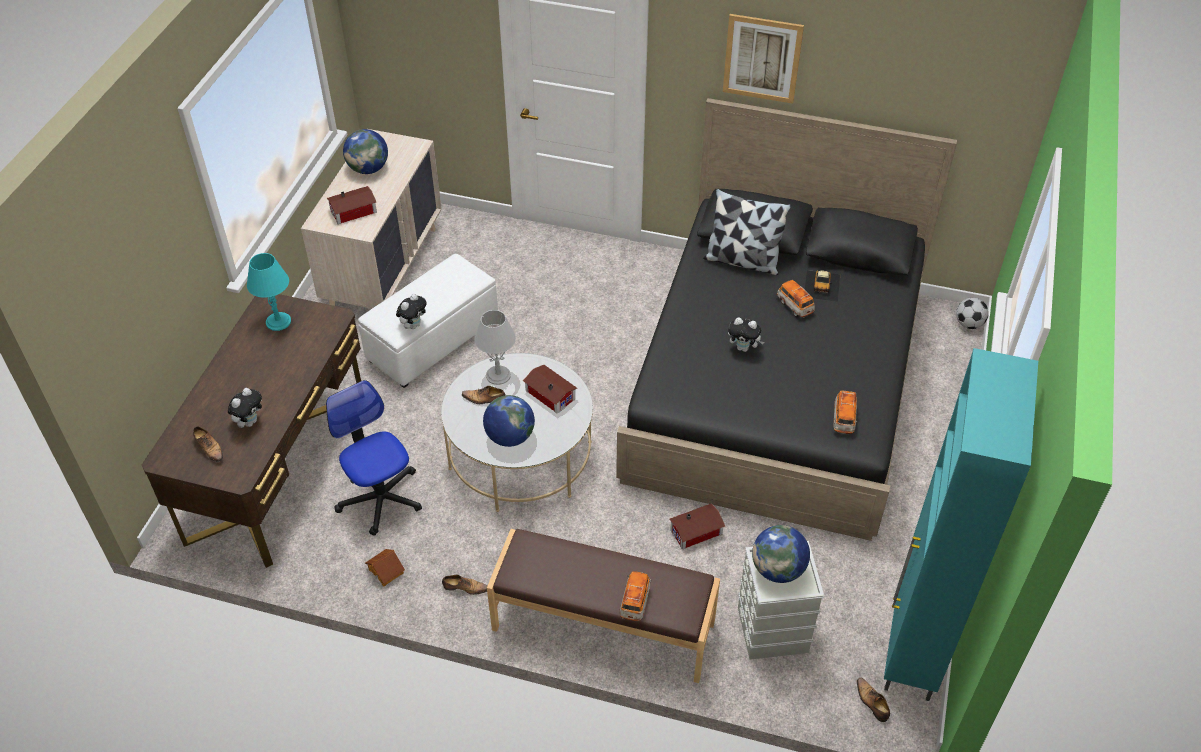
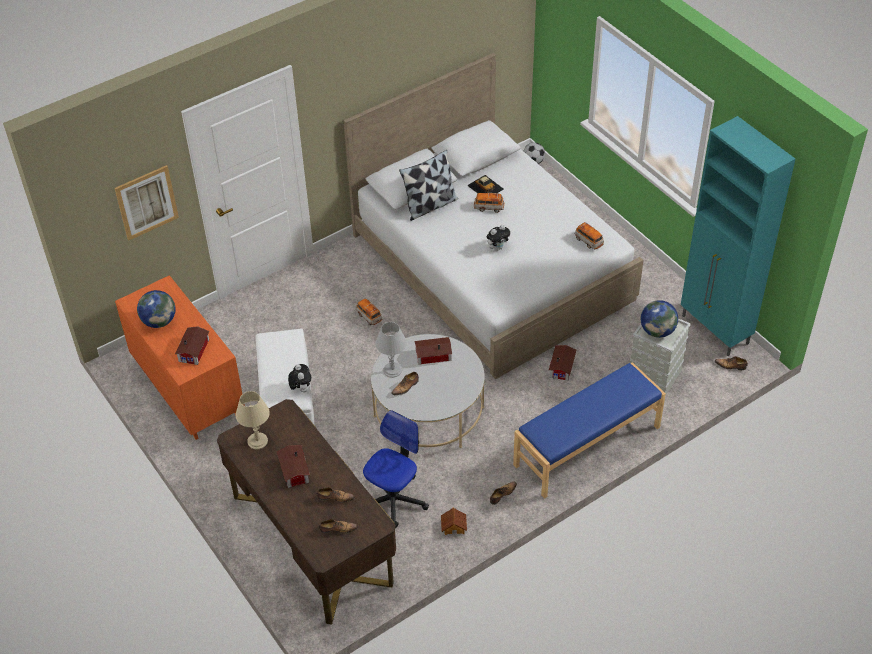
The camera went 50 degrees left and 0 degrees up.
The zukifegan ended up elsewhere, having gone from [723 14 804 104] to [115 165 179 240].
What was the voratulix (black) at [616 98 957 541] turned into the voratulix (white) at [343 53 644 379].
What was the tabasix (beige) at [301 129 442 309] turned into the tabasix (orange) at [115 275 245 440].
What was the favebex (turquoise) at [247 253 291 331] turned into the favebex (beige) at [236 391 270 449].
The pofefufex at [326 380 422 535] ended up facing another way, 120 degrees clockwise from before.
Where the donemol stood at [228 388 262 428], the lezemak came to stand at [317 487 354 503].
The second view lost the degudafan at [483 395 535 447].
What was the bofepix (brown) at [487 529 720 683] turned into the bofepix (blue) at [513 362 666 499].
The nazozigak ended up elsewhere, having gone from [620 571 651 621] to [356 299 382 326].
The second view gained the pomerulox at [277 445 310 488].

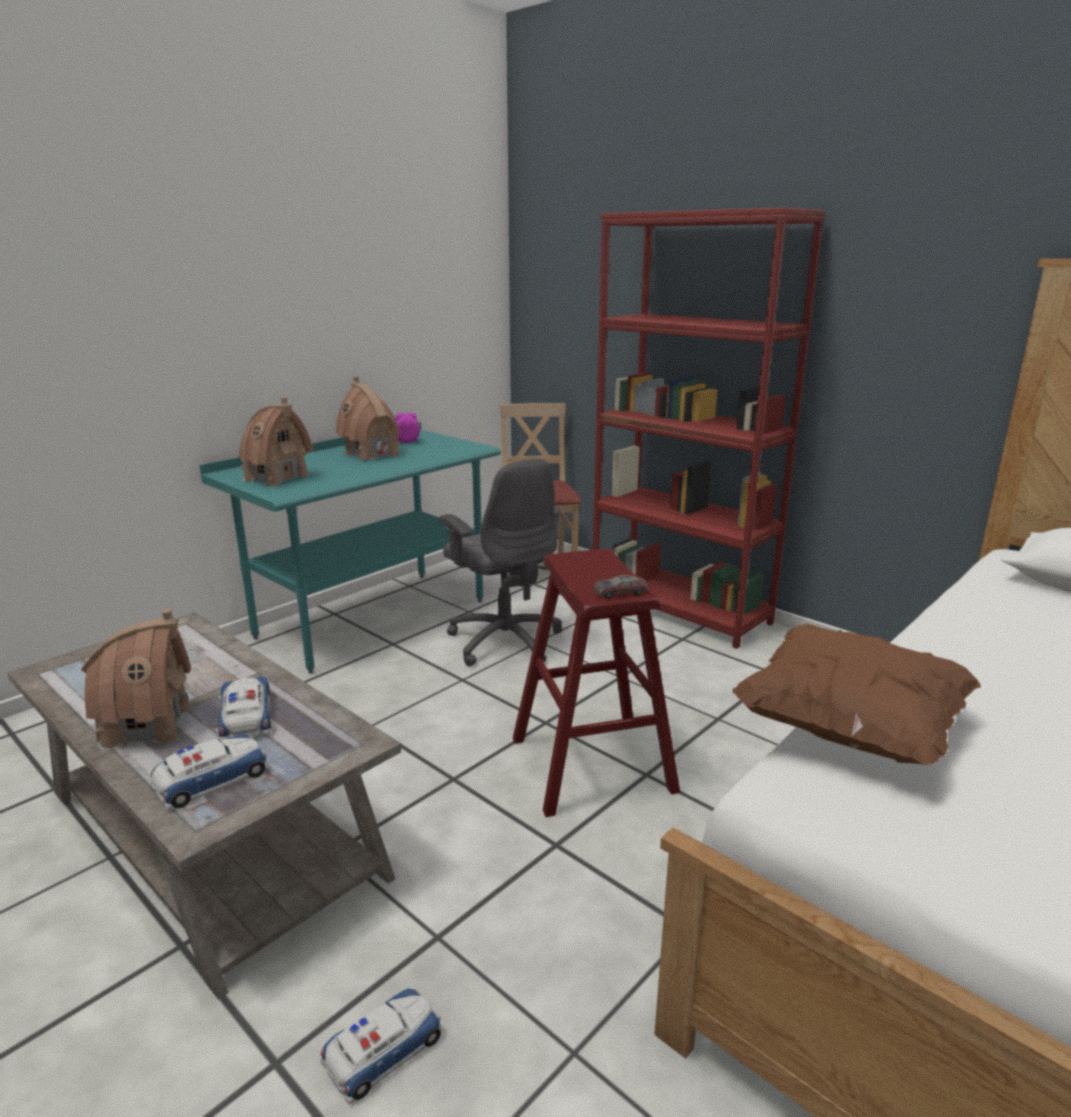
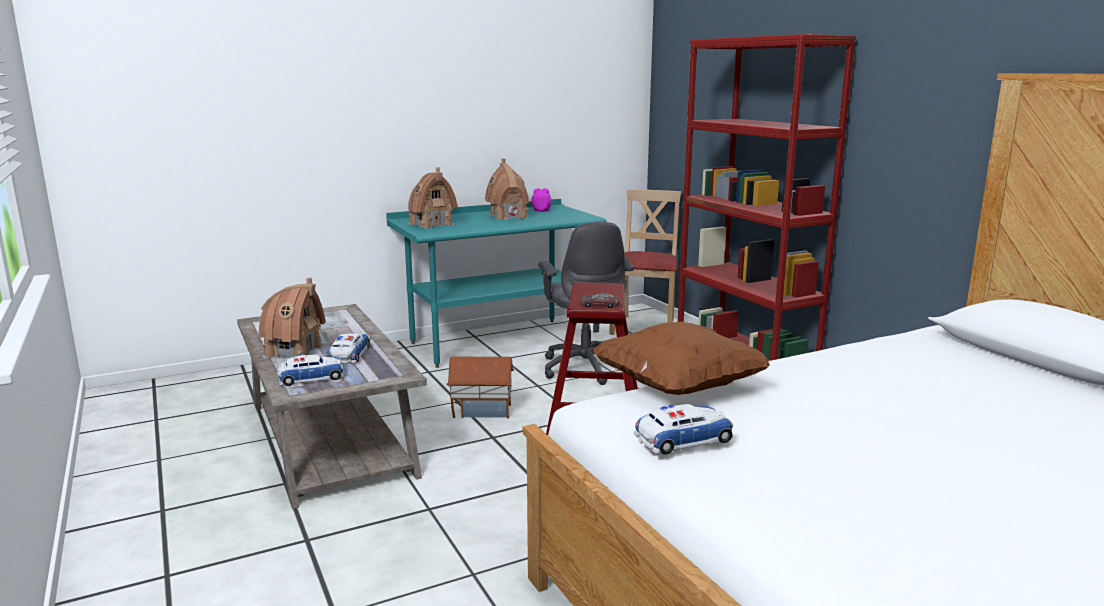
The camera went 20 degrees right and 5 degrees down.
The nazozigak ended up elsewhere, having gone from [320 988 442 1104] to [634 404 733 455].
The second view gained the pomerulox at [446 357 514 418].

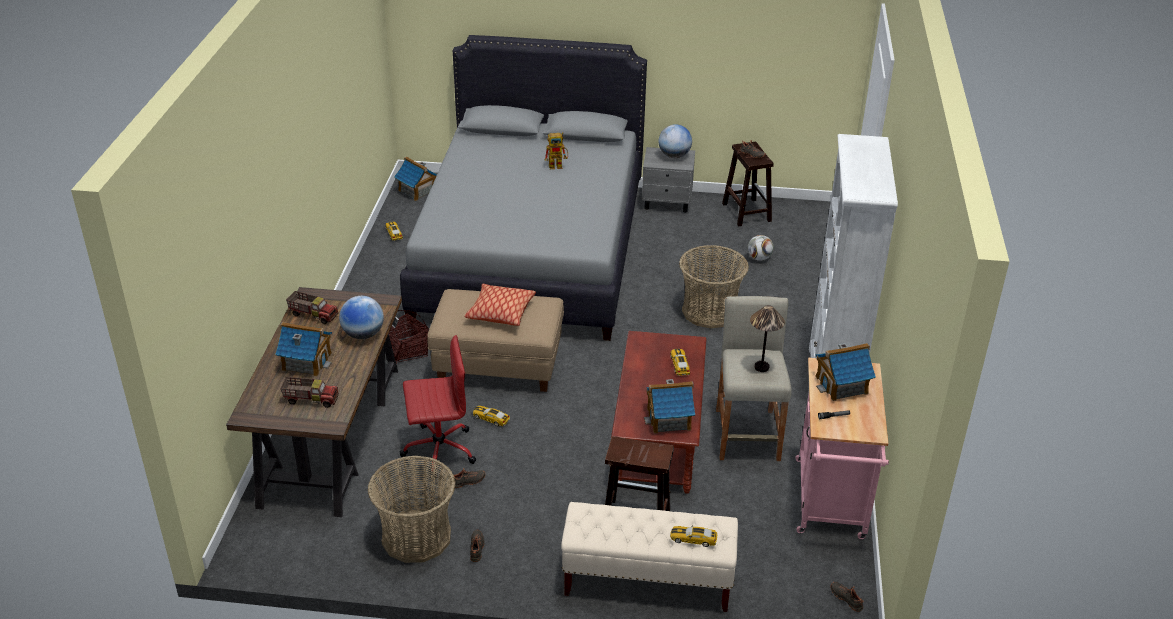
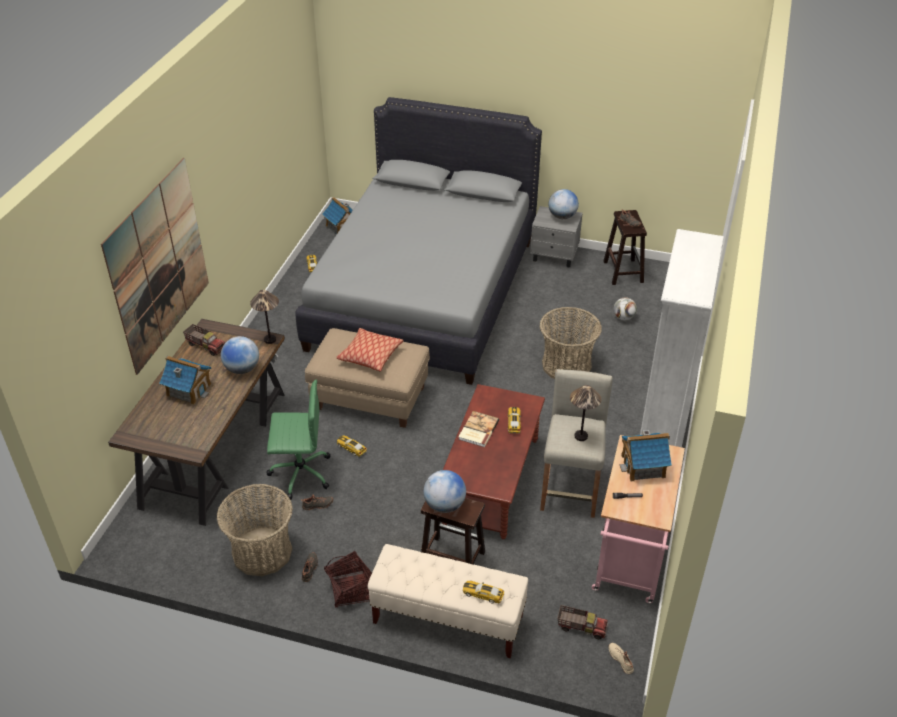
The camera went 10 degrees right and 5 degrees up.
The second view lost the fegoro at [545 132 568 169].
The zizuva ended up elsewhere, having gone from [389 310 429 364] to [324 550 372 608].
What was the pofefufex (red) at [400 335 476 479] turned into the pofefufex (green) at [266 379 330 500].
The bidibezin ended up elsewhere, having gone from [280 377 339 408] to [557 605 608 639].
The second view lost the pomerulox at [644 379 695 434].
What was the lezemak (black) at [831 582 863 612] turned into the lezemak (beige) at [608 643 634 674].
The second view gained the zukifegan at [101 158 209 375].
The second view gained the favebex at [250 290 279 344].
The second view gained the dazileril at [458 411 499 447].
The second view gained the degudafan at [424 470 466 513].

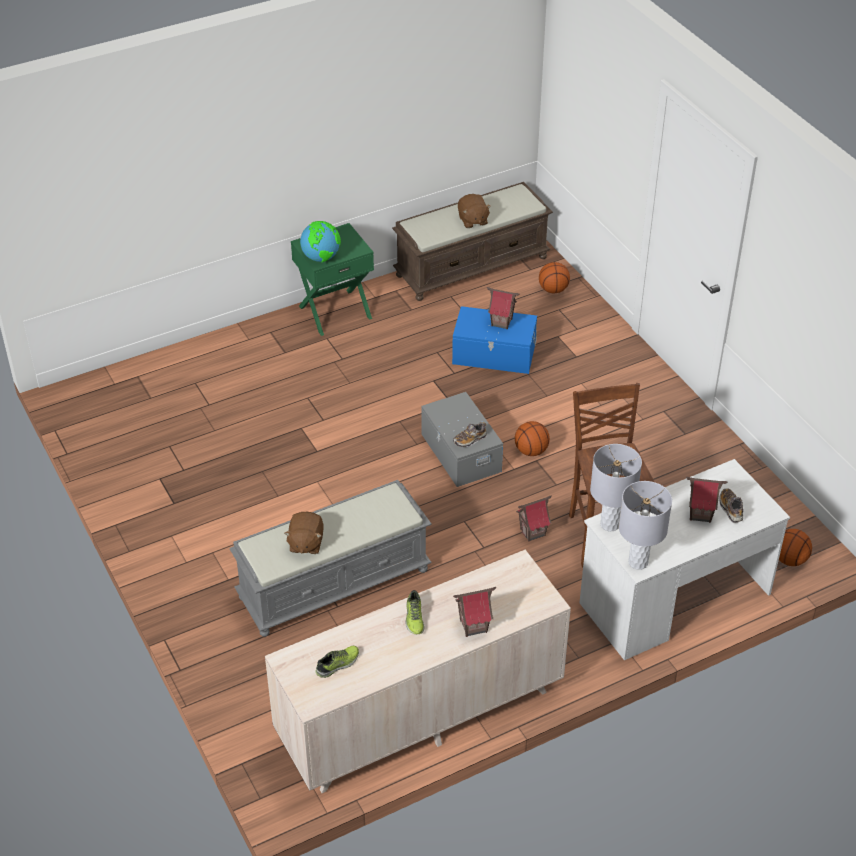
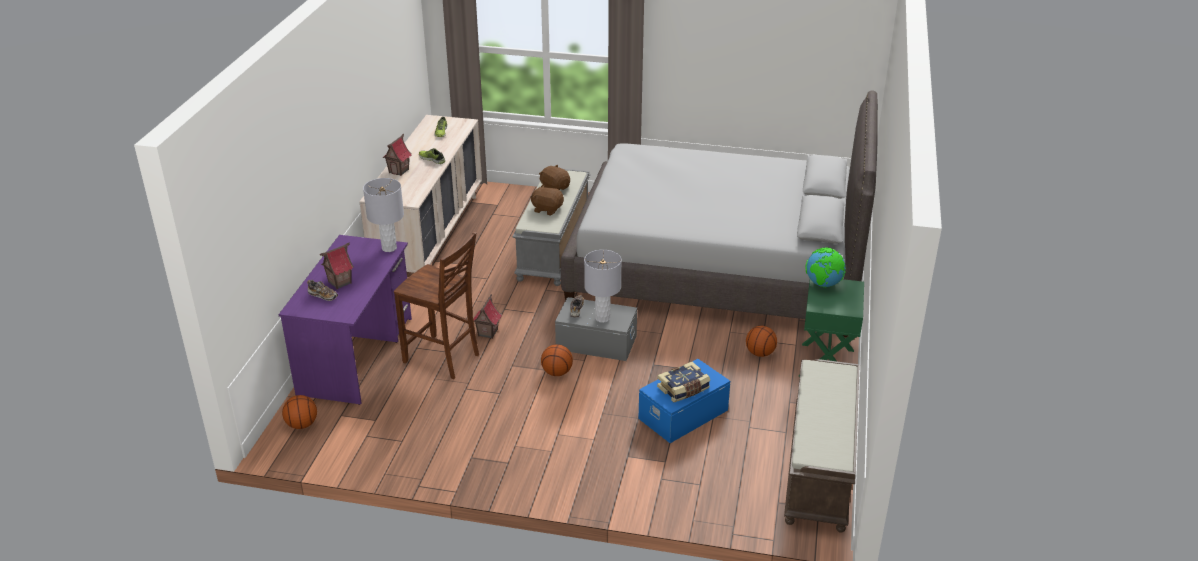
The camera went 130 degrees right and 10 degrees down.
The donemol (brown) ended up elsewhere, having gone from [458 194 491 228] to [530 186 564 216].
The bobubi ended up elsewhere, having gone from [539 262 570 293] to [746 326 777 357].
Where the pomerulox stood at [487 287 519 330], the dazileril came to stand at [657 361 710 402].
What was the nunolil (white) at [579 459 790 660] turned into the nunolil (purple) at [279 235 412 405].
The favebex (grey) ended up elsewhere, having gone from [619 481 672 570] to [584 250 622 323].
The second view gained the voratulix (grey) at [561 91 878 338].

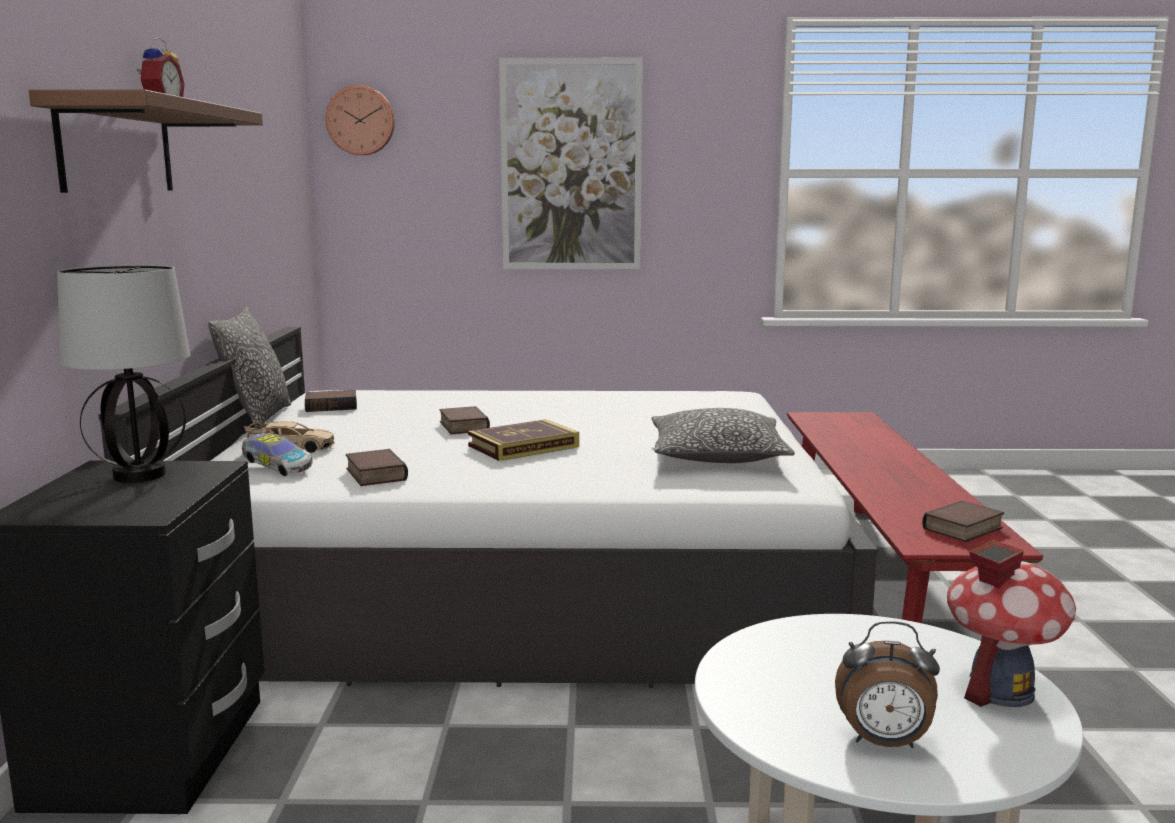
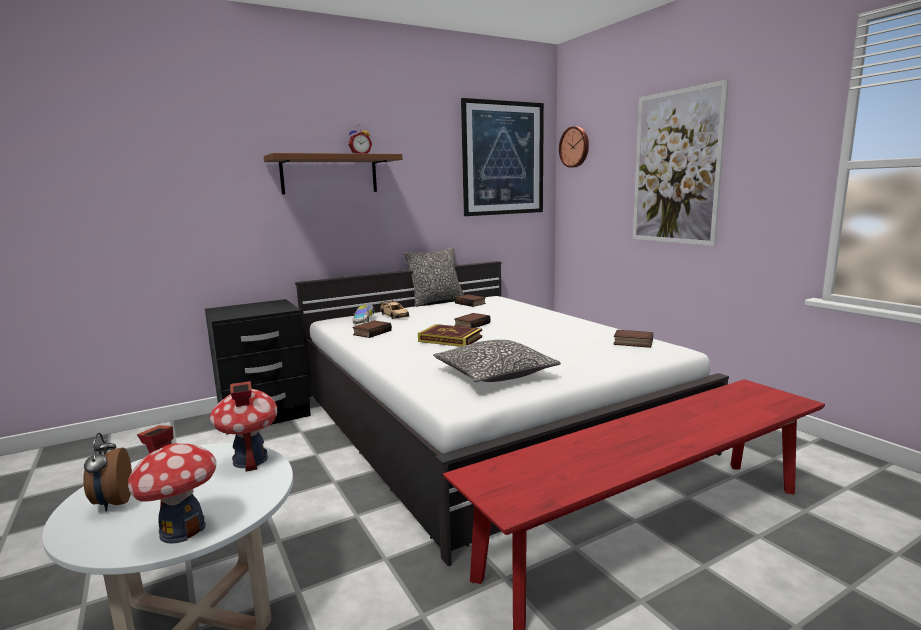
The camera went 60 degrees right and 0 degrees up.
The second view lost the favebex at [57 265 190 483].
The dazileril ended up elsewhere, having gone from [922 501 1004 542] to [613 330 653 348].
The second view gained the zukifegan at [461 98 544 216].
The second view gained the pomerulox at [210 381 277 472].

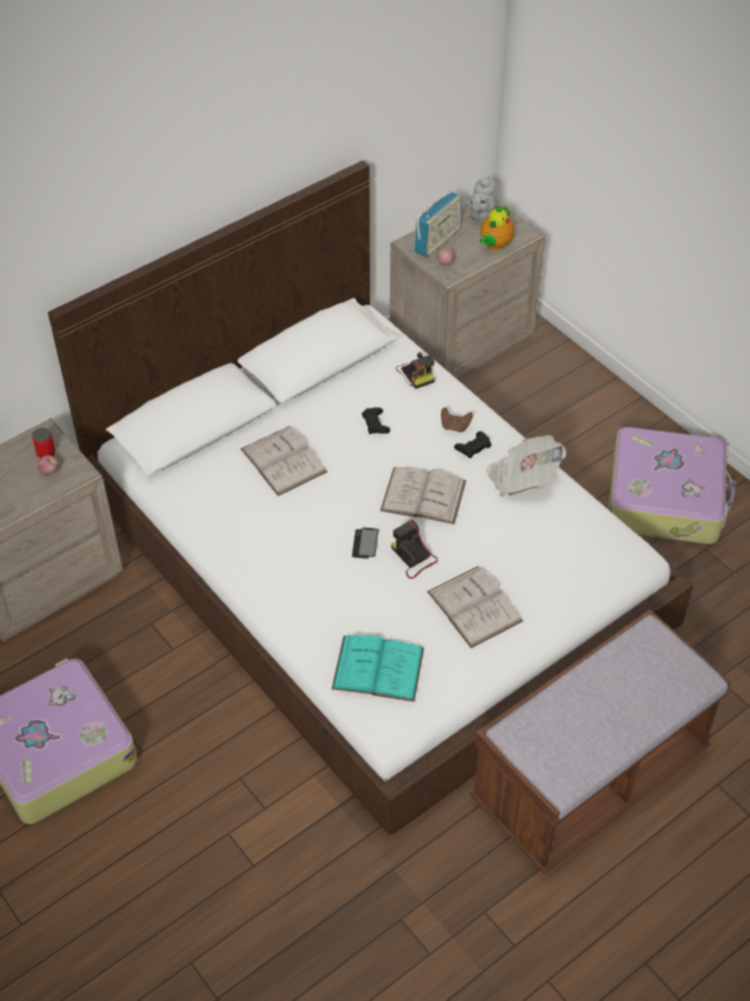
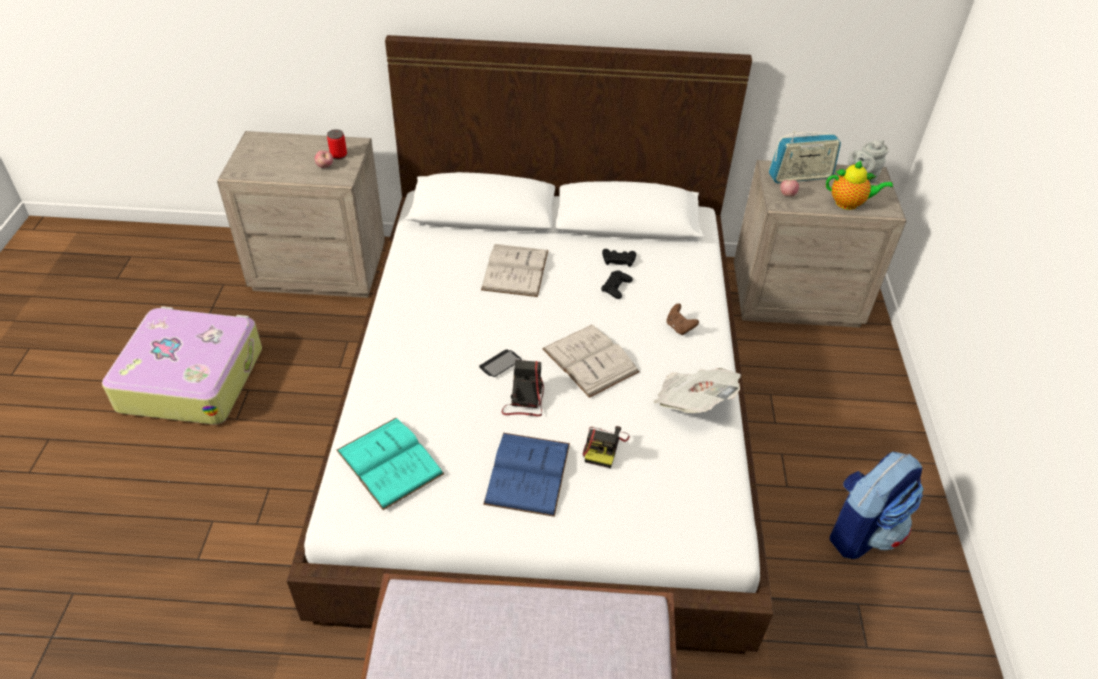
The camera went 40 degrees right and 5 degrees down.
The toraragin at [480 205 514 250] ended up facing another way, 150 degrees counterclockwise from before.
The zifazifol ended up elsewhere, having gone from [396 352 435 389] to [583 426 629 468].
Where the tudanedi stood at [608 427 736 544], the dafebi came to stand at [830 452 924 559].
The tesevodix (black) ended up elsewhere, having gone from [454 431 491 458] to [602 249 636 267].
What was the dazileril (white) at [427 566 523 648] turned into the dazileril (blue) at [483 433 570 517].

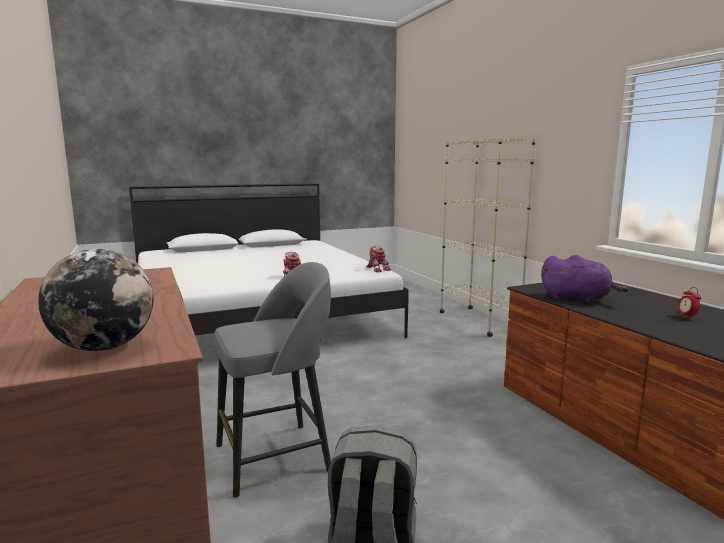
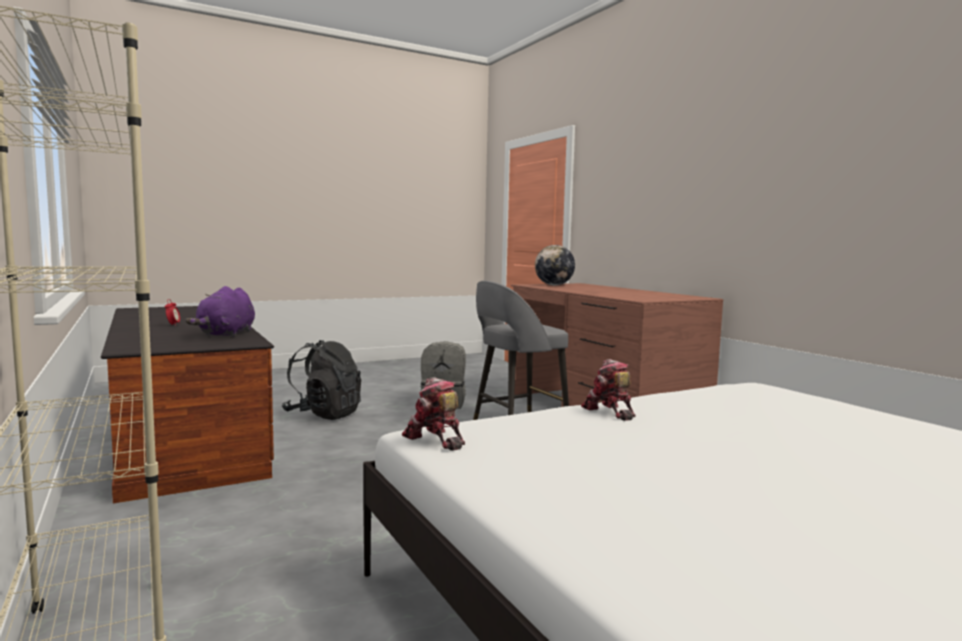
The camera went 175 degrees right and 5 degrees down.
The donemol (purple) at [541 255 628 303] ended up facing another way, 105 degrees counterclockwise from before.
The second view gained the dafebi (black) at [282 340 361 420].

